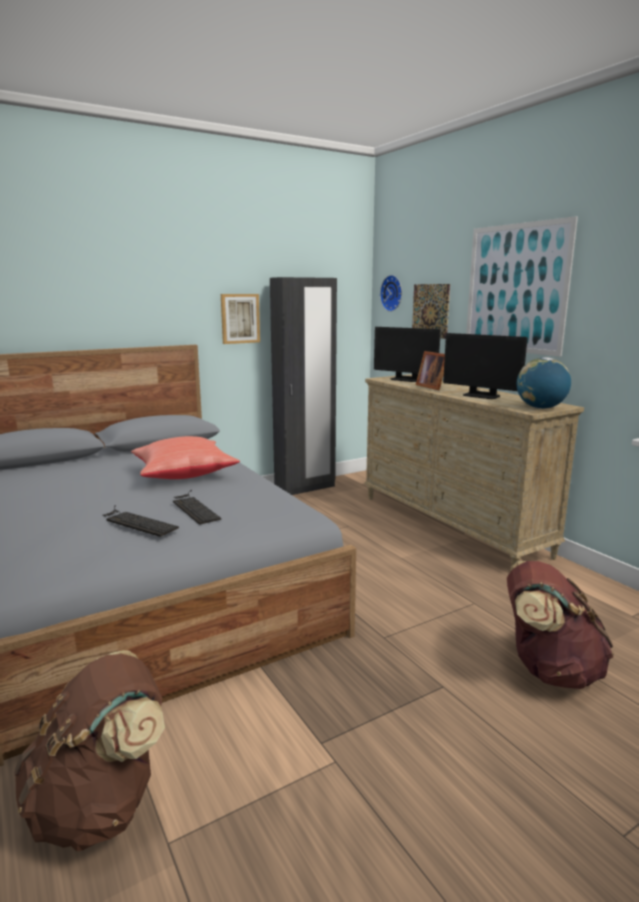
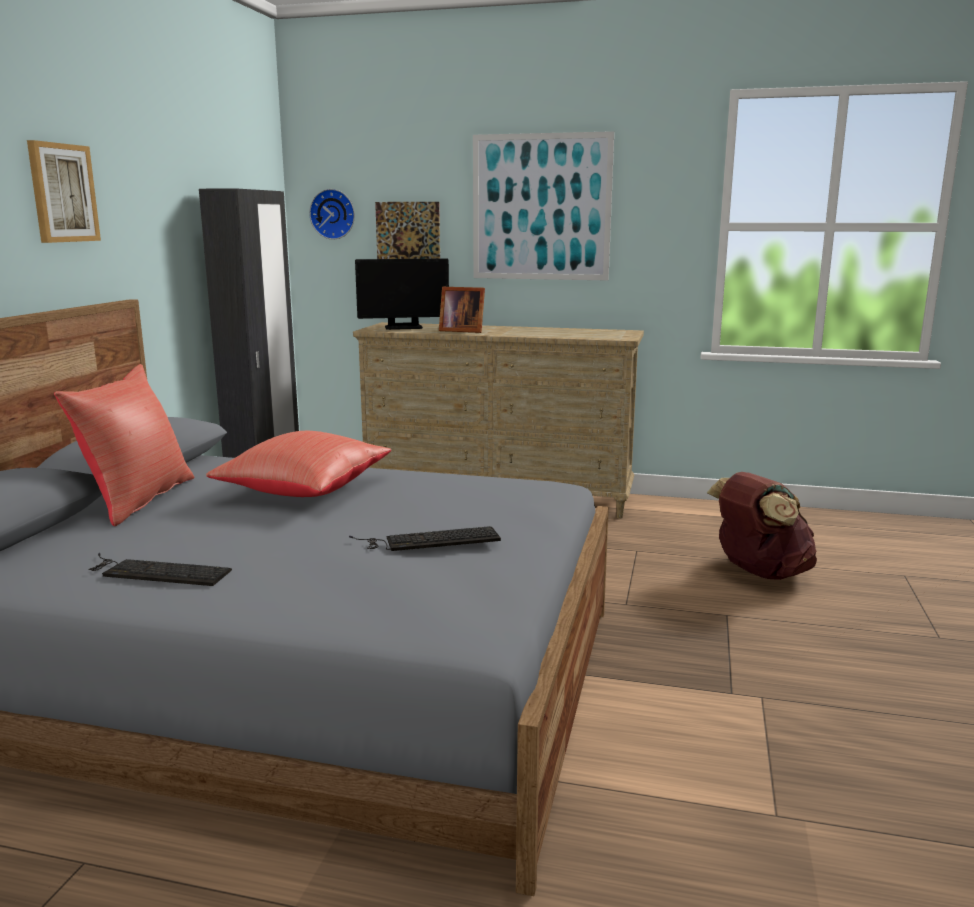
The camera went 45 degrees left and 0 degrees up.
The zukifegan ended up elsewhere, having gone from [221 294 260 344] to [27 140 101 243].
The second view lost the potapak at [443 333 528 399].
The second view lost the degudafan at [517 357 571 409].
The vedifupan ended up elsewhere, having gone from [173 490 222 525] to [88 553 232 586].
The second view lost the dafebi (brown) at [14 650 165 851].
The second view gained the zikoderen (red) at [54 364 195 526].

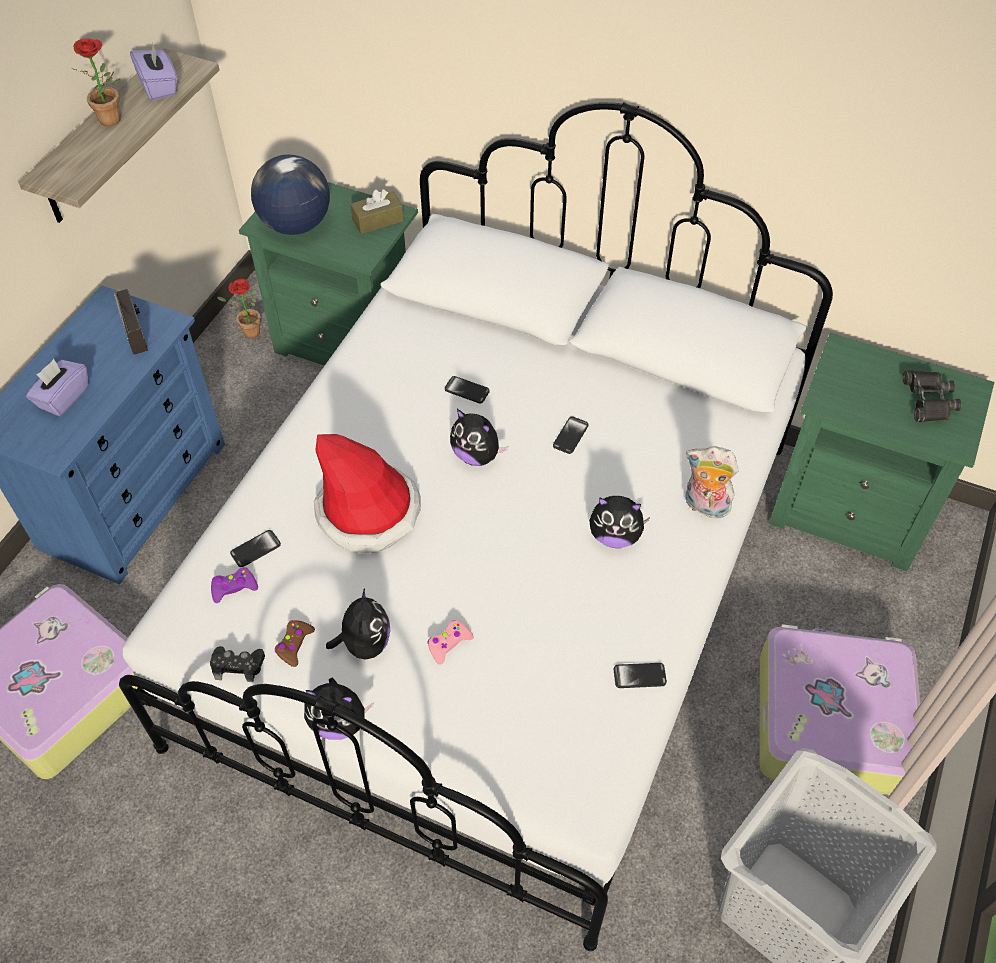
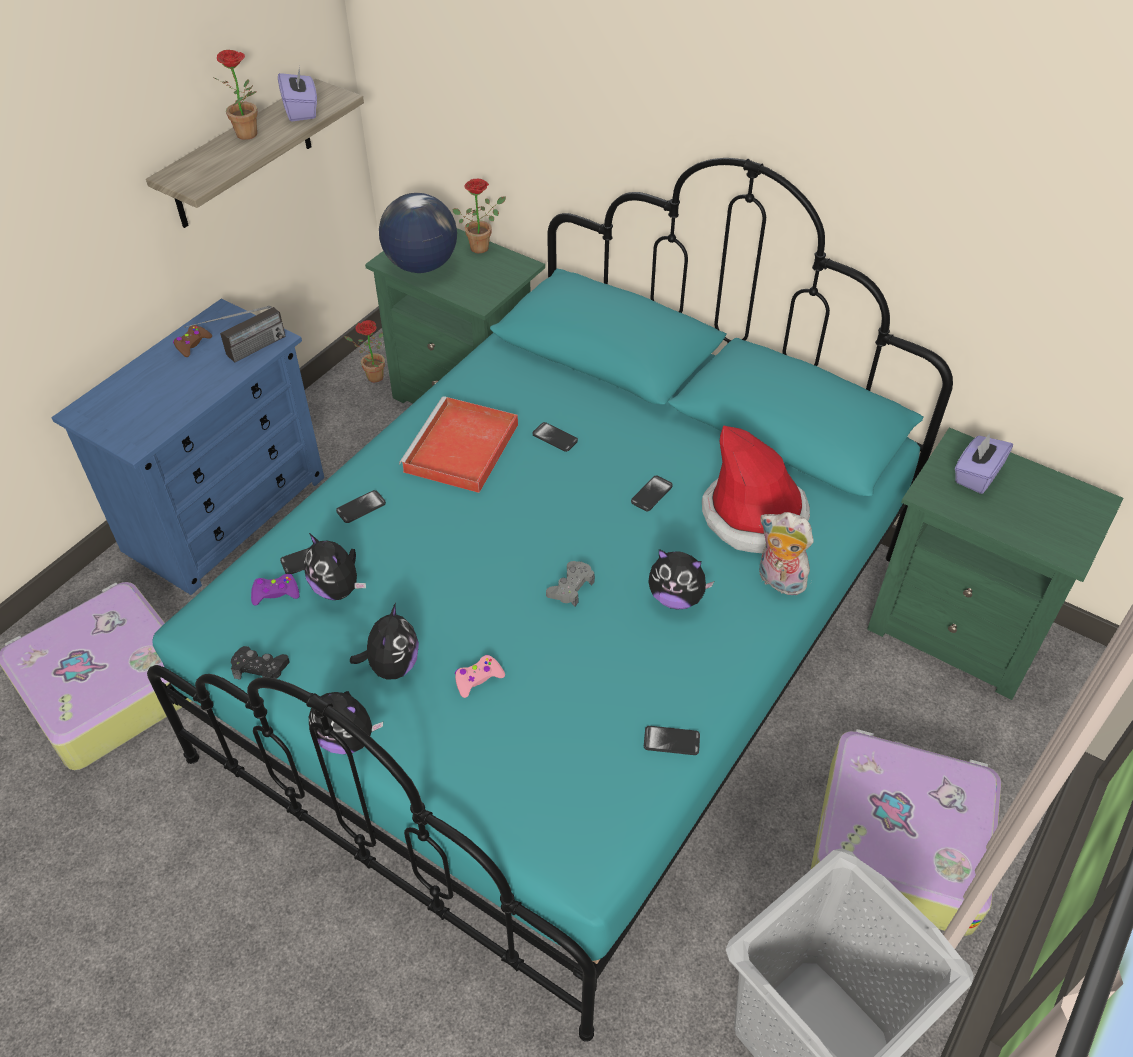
The camera went 10 degrees right and 5 degrees down.
What was the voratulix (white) at [119 102 833 951] turned into the voratulix (turquoise) at [147 158 953 1042].
The second view lost the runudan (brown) at [350 189 404 234].
The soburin at [113 289 148 354] ended up facing another way, 60 degrees clockwise from before.
The runudan (purple) ended up elsewhere, having gone from [26 359 88 416] to [955 433 1013 494].
The second view lost the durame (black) at [903 370 961 422].
The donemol ended up elsewhere, having gone from [450 409 508 466] to [304 533 366 600].
The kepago ended up elsewhere, having gone from [314 434 421 553] to [702 425 810 553].
The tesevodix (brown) ended up elsewhere, having gone from [275 620 315 667] to [173 325 212 357].
The second view gained the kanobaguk at [452 179 506 253].
The second view gained the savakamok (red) at [399 396 518 493].
The second view gained the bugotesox at [336 490 386 523].
The second view gained the tesevodix (grey) at [546 561 595 606].

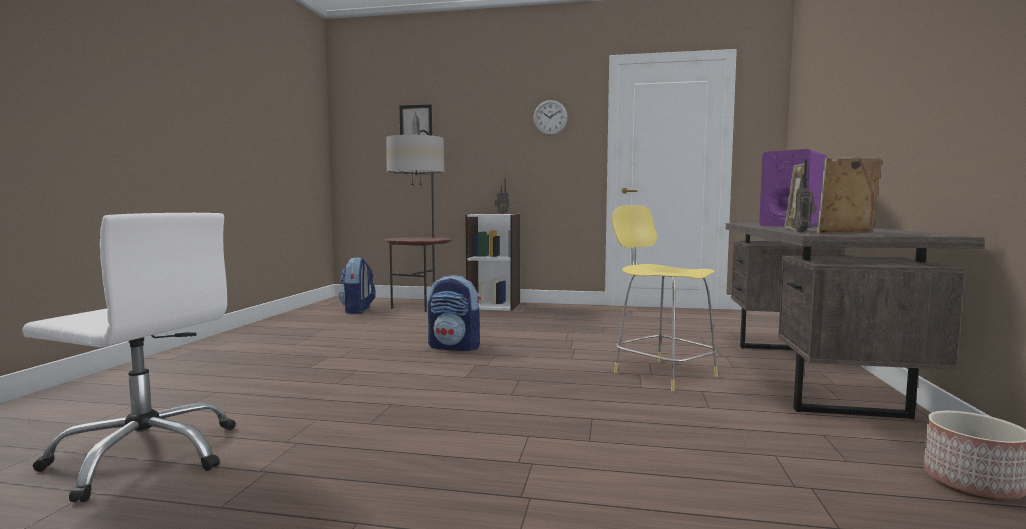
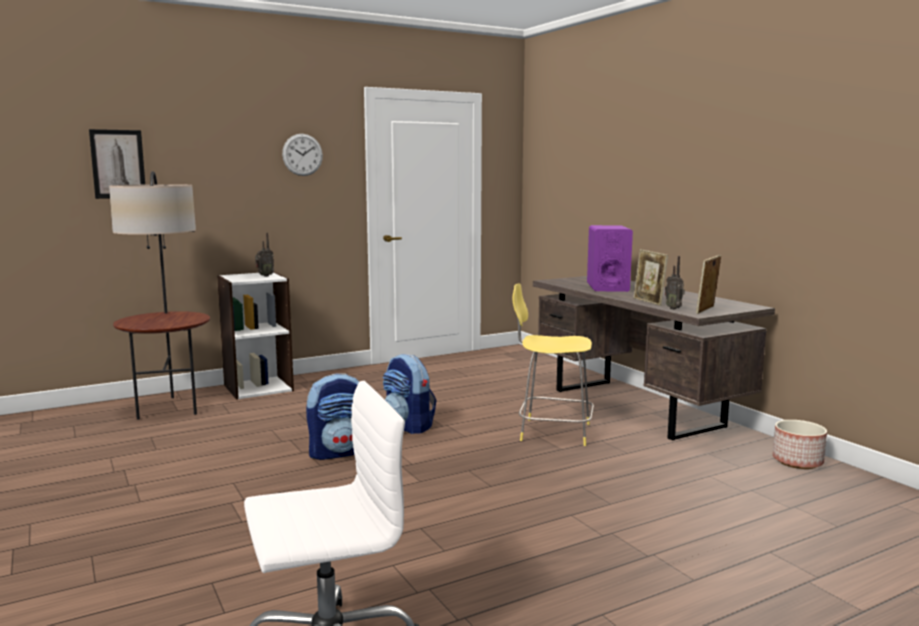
The camera went 40 degrees left and 5 degrees up.
The dafebi ended up elsewhere, having gone from [339 257 376 314] to [383 354 437 434].

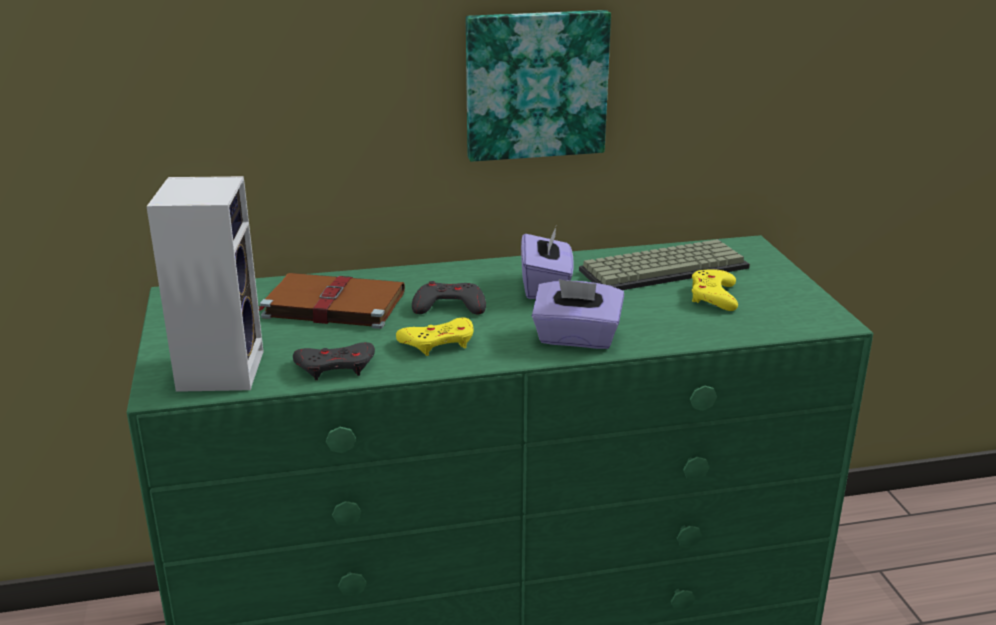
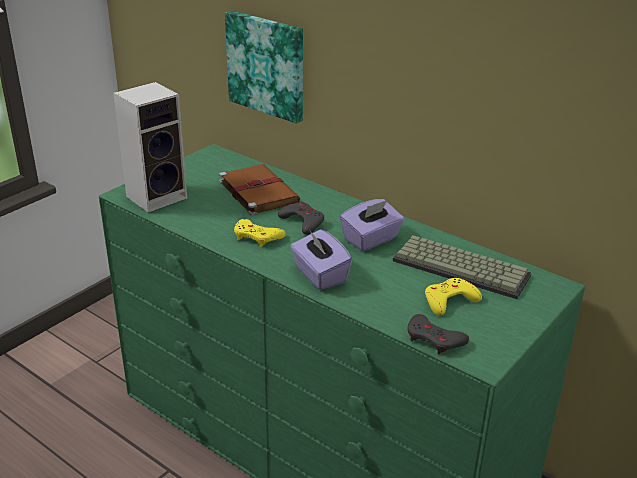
The camera went 50 degrees right and 5 degrees up.
The zukifegan ended up elsewhere, having gone from [466 10 611 162] to [225 10 303 124].
The tesevodix (grey) ended up elsewhere, having gone from [293 342 375 380] to [407 314 469 355].

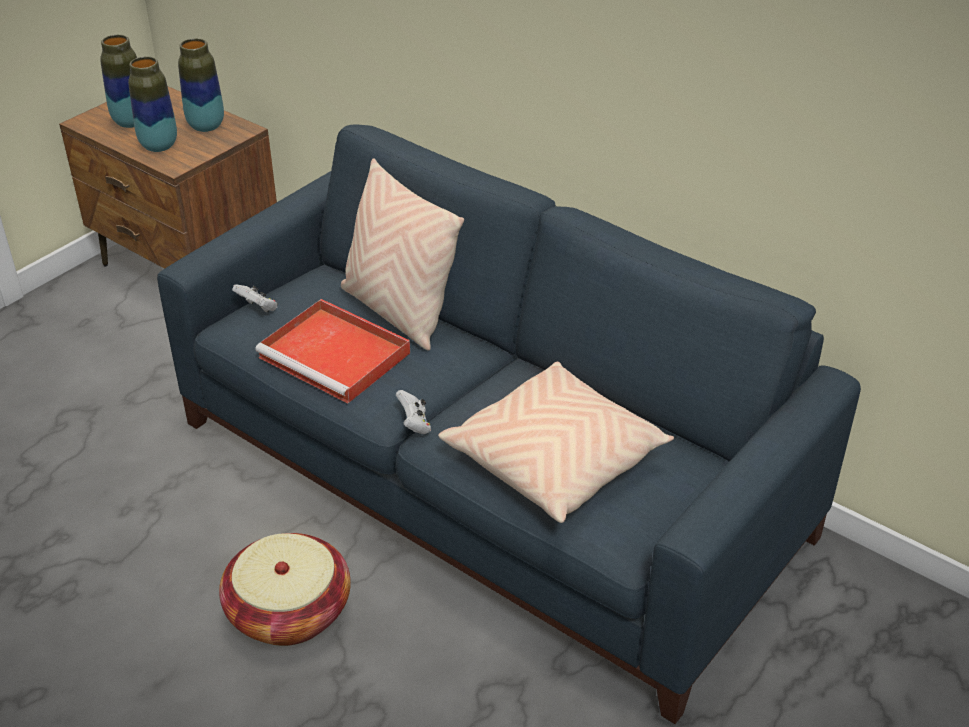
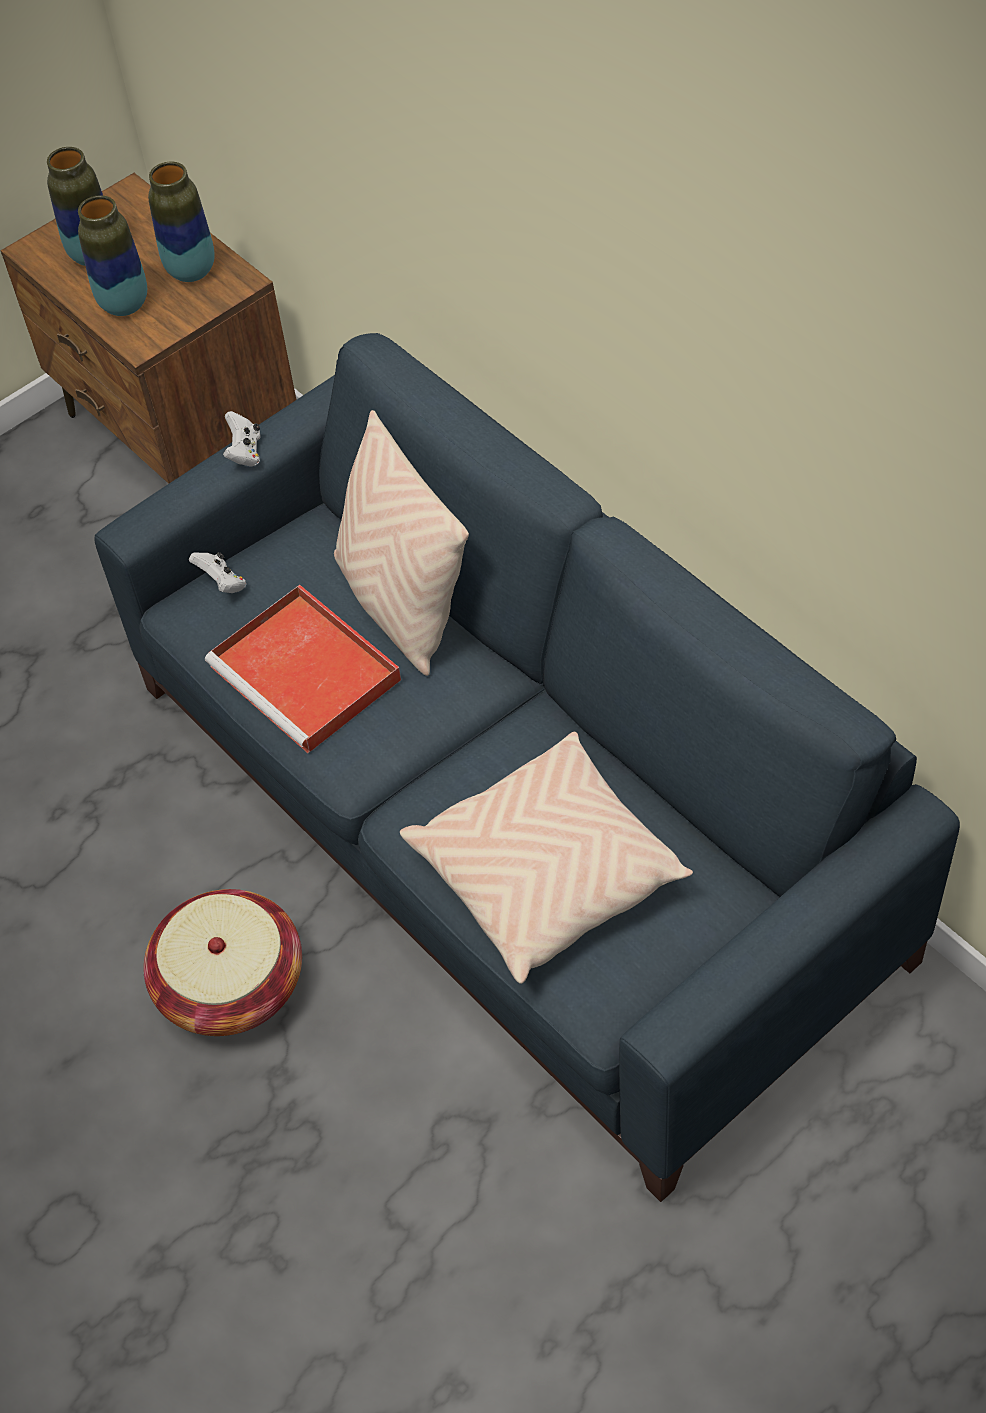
The camera went 15 degrees right and 15 degrees up.
The tesevodix (white) ended up elsewhere, having gone from [396 390 431 434] to [223 411 260 466].

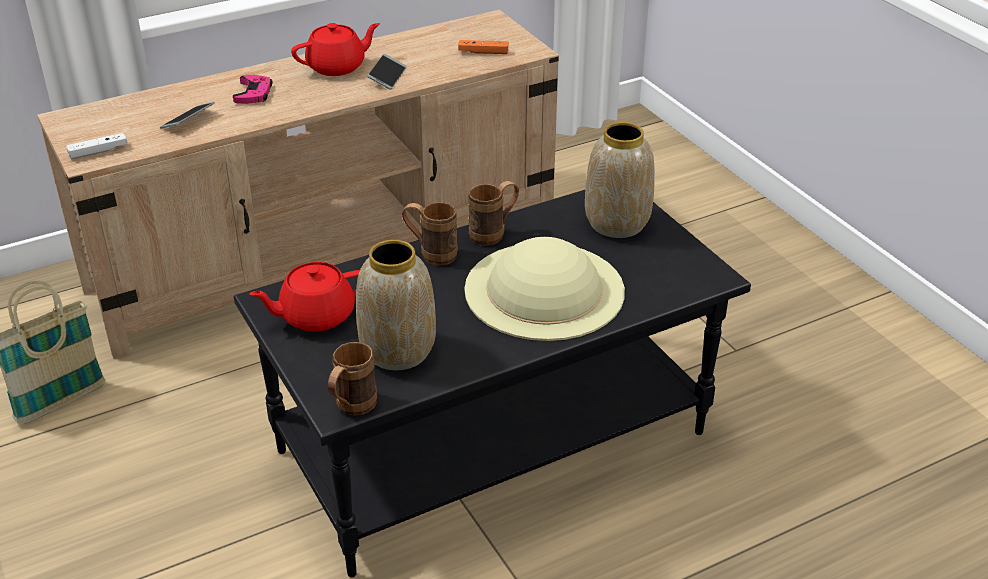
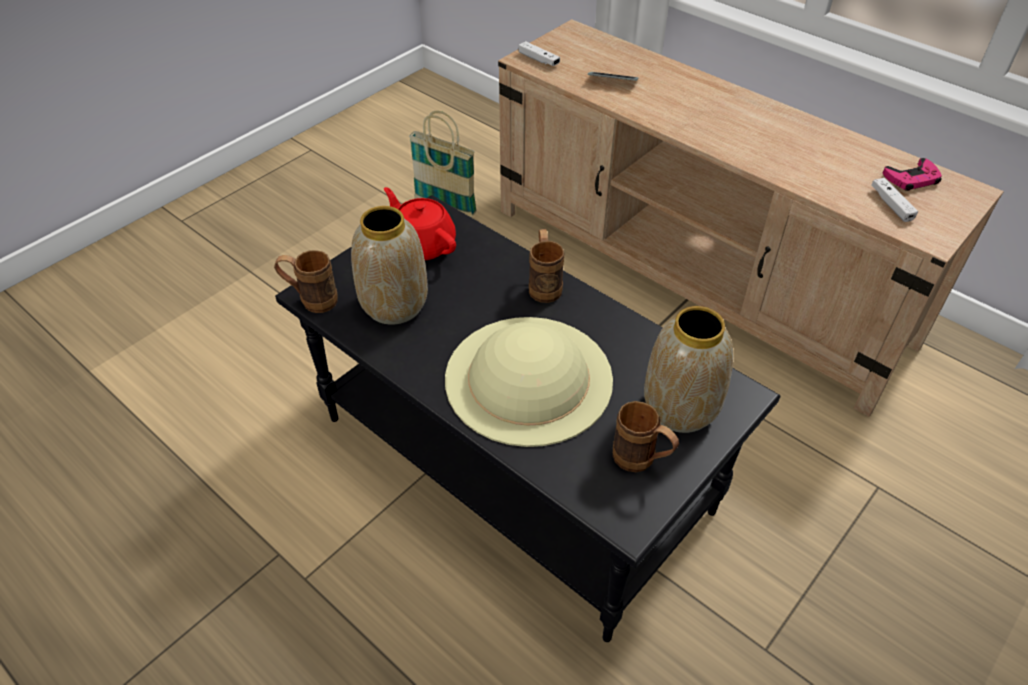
The camera went 70 degrees right and 10 degrees up.
The second view lost the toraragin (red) at [291 23 380 76].
What was the tesevodix (orange) at [458 40 509 54] turned into the tesevodix (white) at [871 178 918 222].
The second view lost the bugotesox at [367 54 407 90].
The tesevodix (pink) ended up elsewhere, having gone from [233 75 273 104] to [883 158 942 191].
The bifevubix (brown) ended up elsewhere, having gone from [468 181 519 246] to [613 401 679 472].

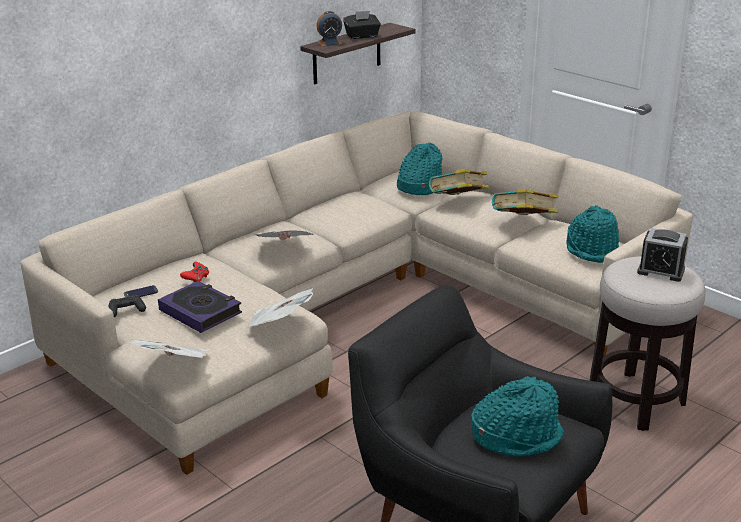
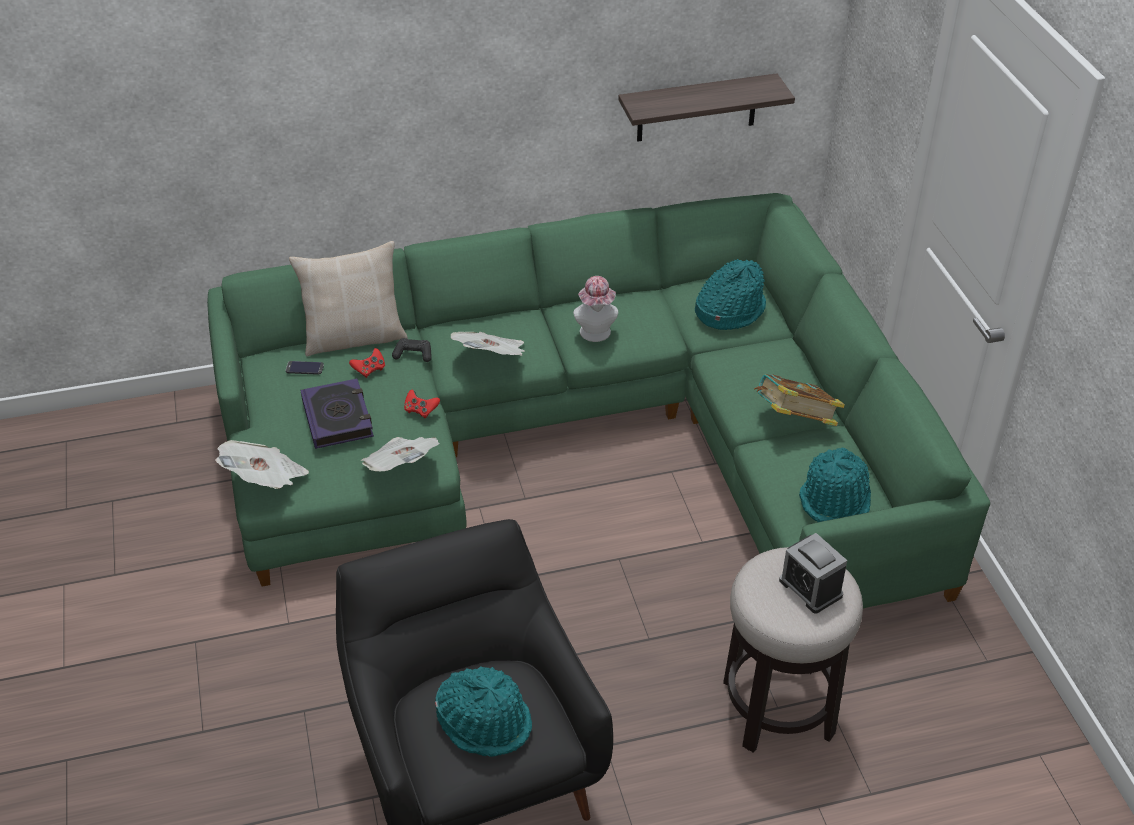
The camera went 30 degrees right and 15 degrees up.
The second view lost the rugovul at [317 11 343 47].
The second view lost the runudan (black) at [343 11 381 39].
What was the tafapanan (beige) at [20 110 693 475] turned into the tafapanan (green) at [207 193 990 608].
The second view lost the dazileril at [429 169 489 195].
The tesevodix (black) ended up elsewhere, having gone from [108 295 146 317] to [392 338 431 362].
The second view gained the zikoderen (beige) at [289 241 408 357].
The second view gained the kepago at [573 276 618 342].
The second view gained the tesevodix (red) at [404 389 440 419].

